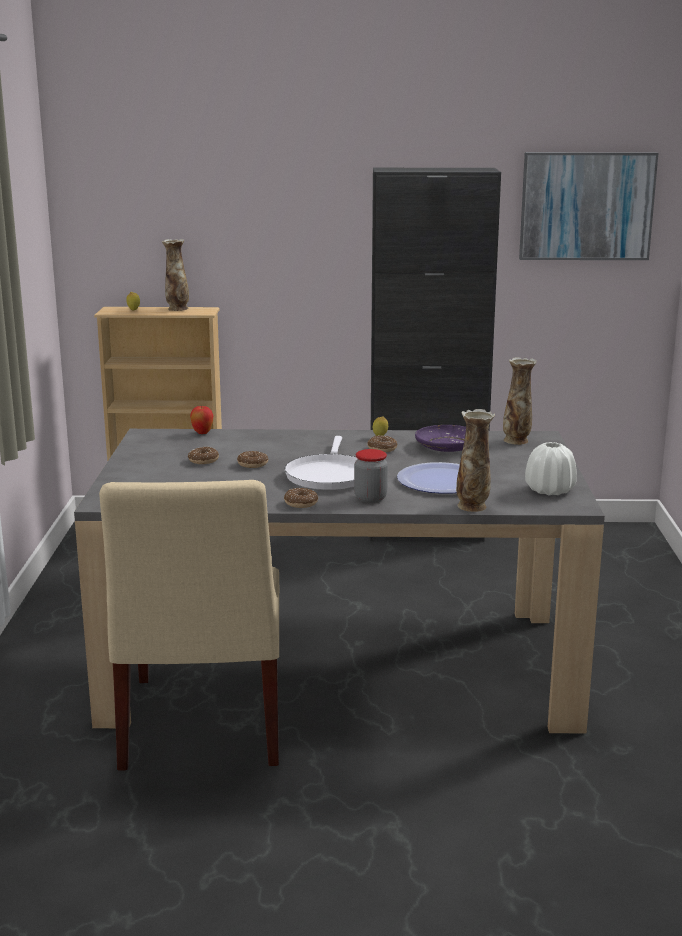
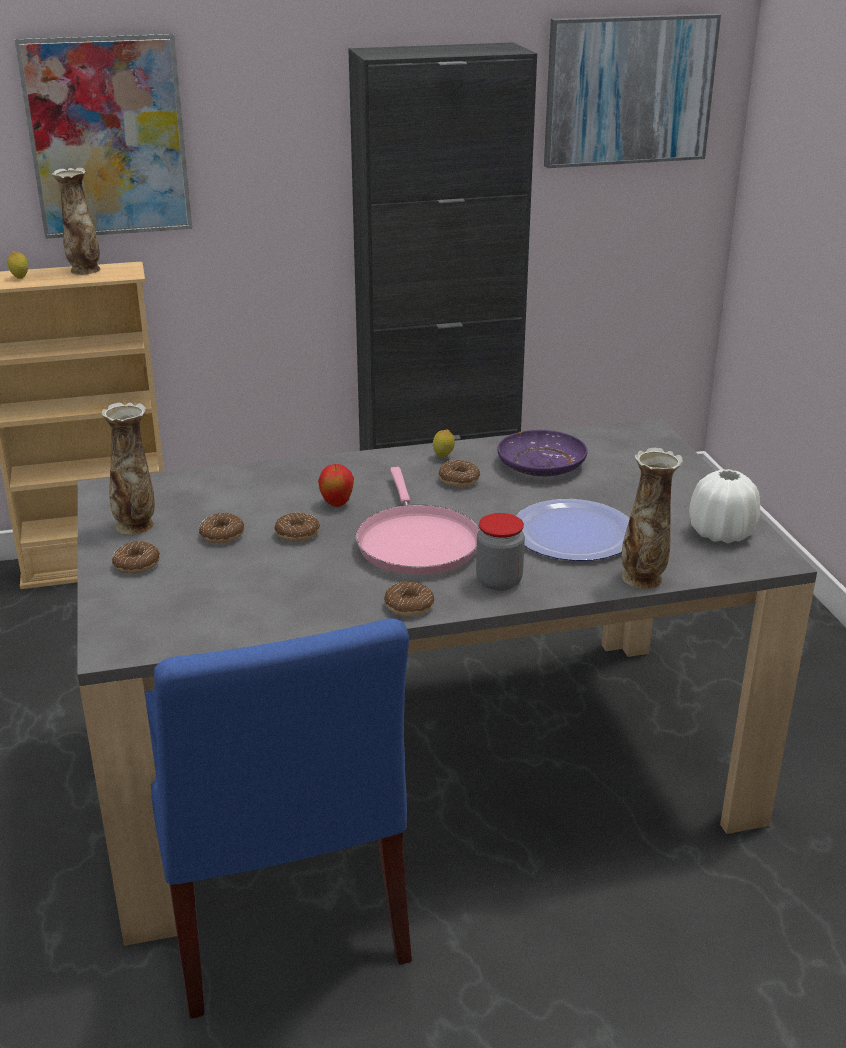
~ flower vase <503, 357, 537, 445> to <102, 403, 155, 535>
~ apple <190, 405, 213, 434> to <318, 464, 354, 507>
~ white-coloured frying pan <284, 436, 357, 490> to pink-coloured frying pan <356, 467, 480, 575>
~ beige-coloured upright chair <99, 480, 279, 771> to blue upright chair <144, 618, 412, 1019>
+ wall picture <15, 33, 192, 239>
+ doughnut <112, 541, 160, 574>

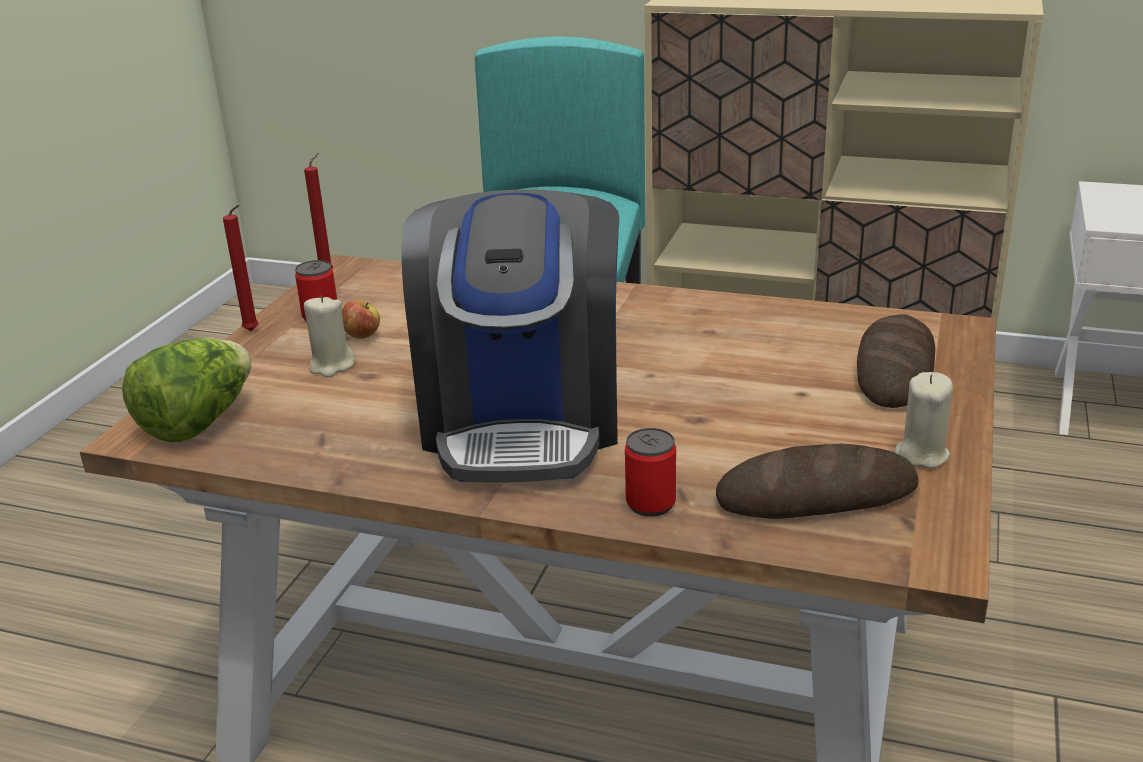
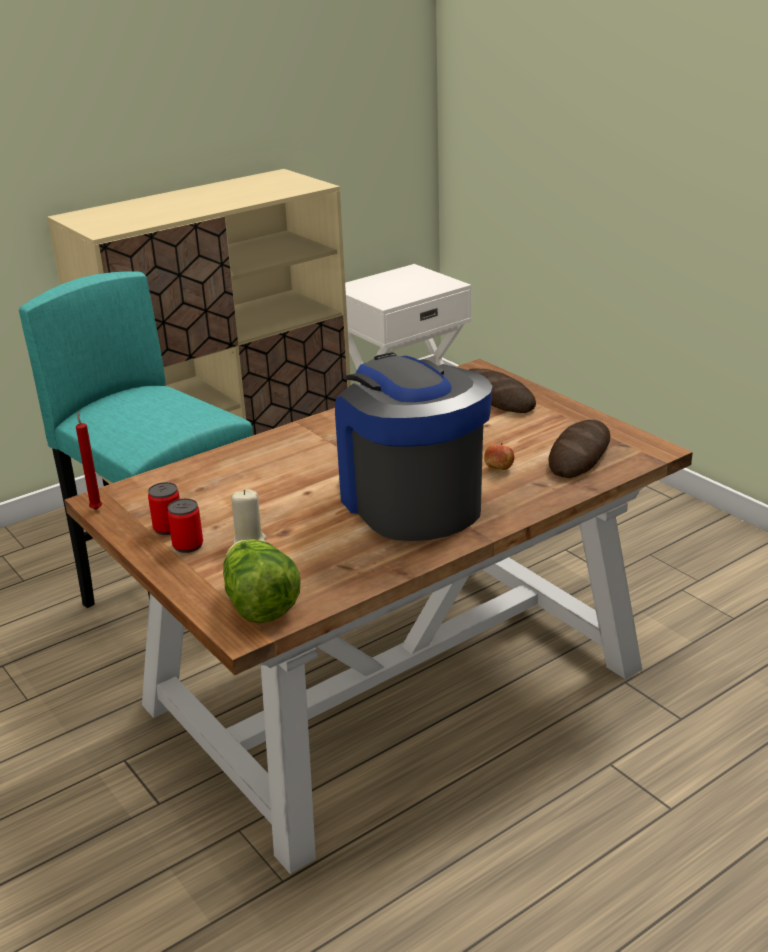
~ coffee brewer <401, 189, 619, 483> = <335, 353, 493, 541> 150 degrees counterclockwise
- red candle <223, 205, 259, 331>
~ apple <342, 300, 380, 339> to <484, 443, 514, 470>
- beige-coloured candle <895, 372, 953, 468>
~ sealed can <625, 428, 676, 517> to <167, 498, 203, 553>

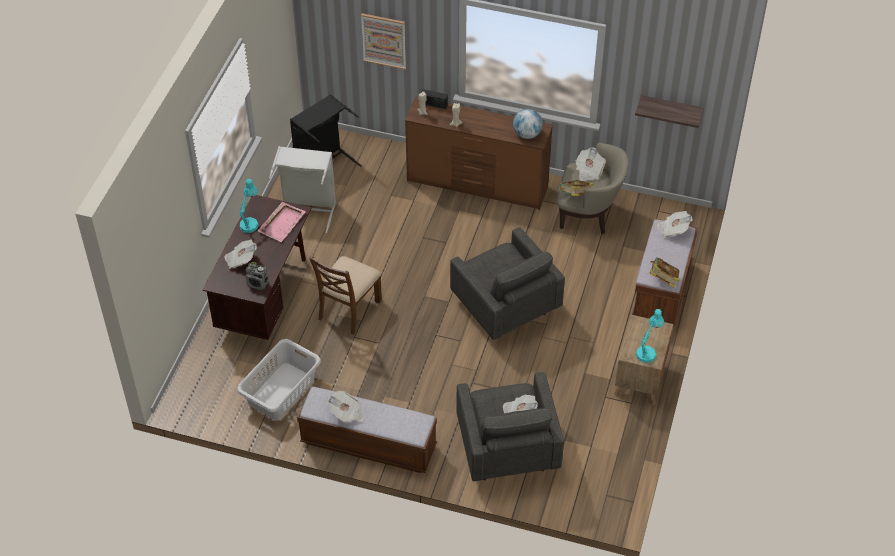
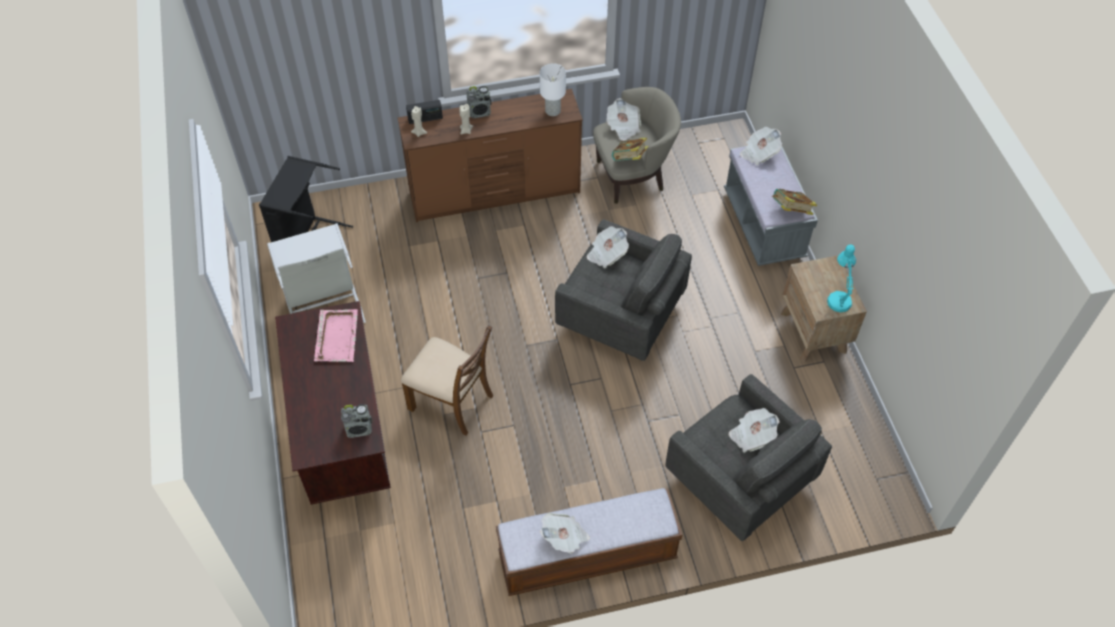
- wall picture <361, 13, 406, 70>
- wall shelf <635, 95, 704, 128>
~ globe <513, 109, 543, 139> to white-coloured lamp for a table <540, 63, 566, 116>
- turquoise lamp for a table <240, 179, 259, 233>
~ brown-coloured long seat <632, 219, 698, 326> to gray long seat <724, 146, 818, 266>
~ newspaper <224, 240, 257, 269> to <587, 226, 629, 268>
~ brown-coloured upright chair <309, 256, 382, 335> = <401, 325, 493, 436> 60 degrees counterclockwise
- gray laundry basket <237, 339, 321, 420>
+ radio set <466, 86, 492, 118>

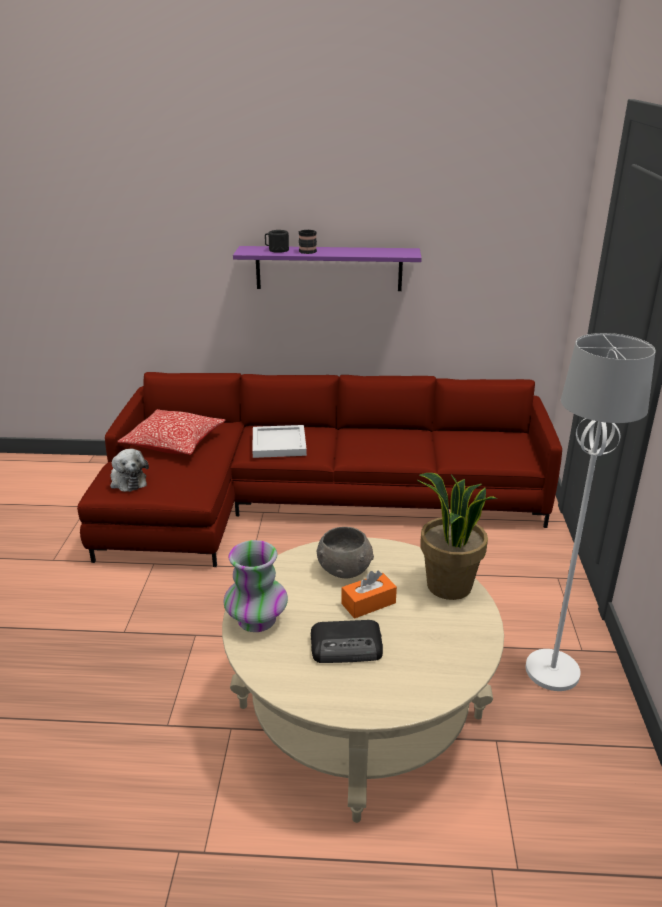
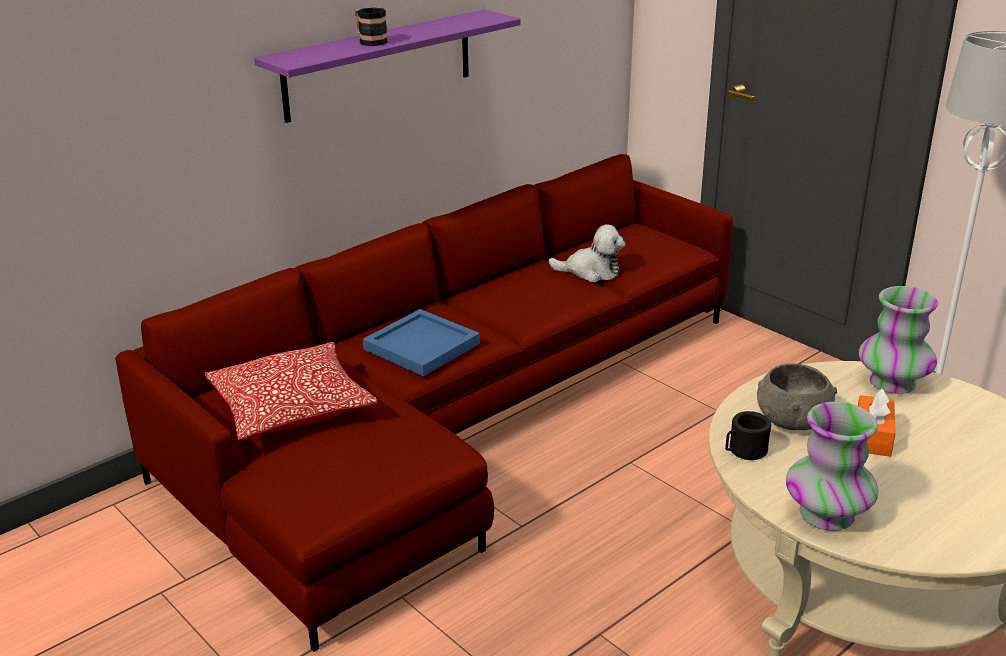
~ black-coloured coffee mug <265, 230, 289, 253> to <725, 411, 771, 460>
~ white-coloured tray <252, 425, 307, 458> to blue tray <363, 309, 480, 376>
~ plush toy <110, 449, 149, 492> to <548, 224, 625, 282>
~ plant in a pot <418, 473, 498, 600> to flower vase <859, 286, 938, 394>
- radio set <310, 620, 383, 663>

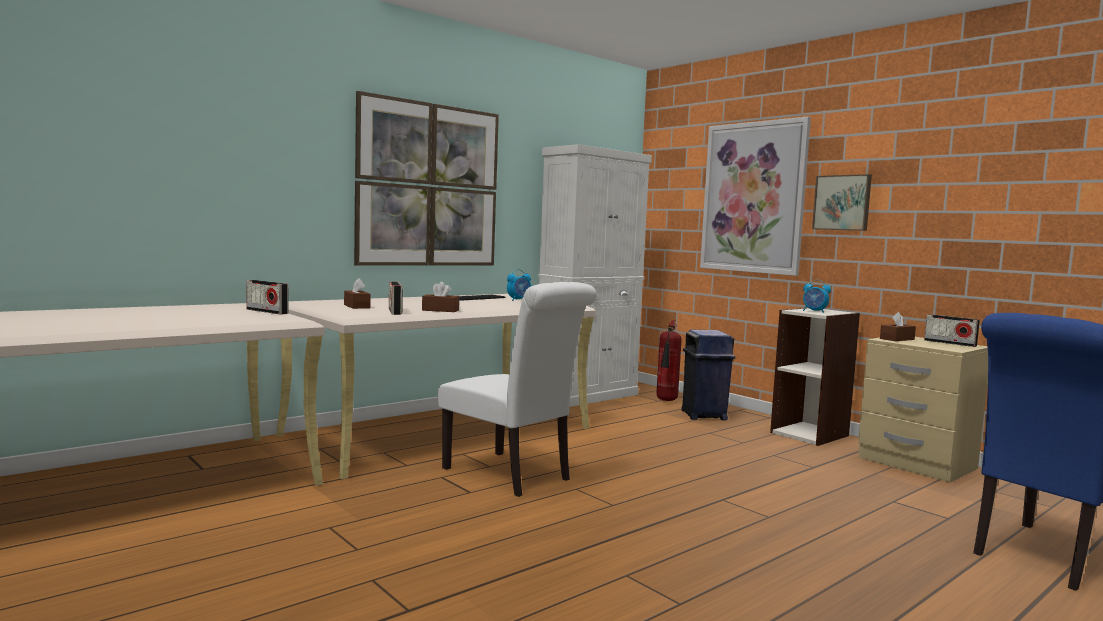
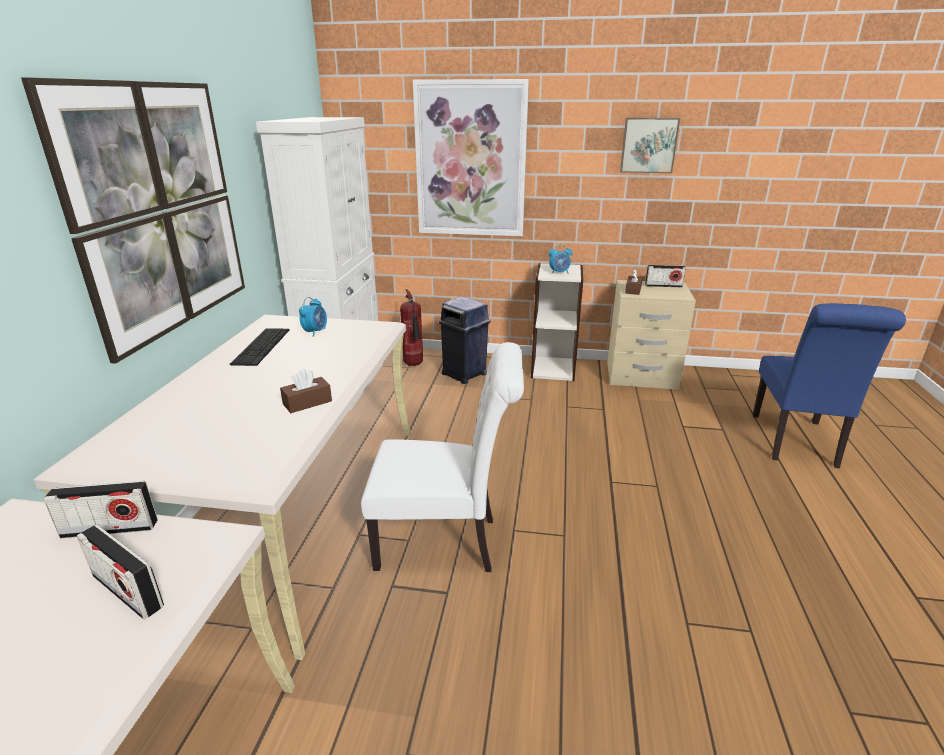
~ wall picture <812, 174, 872, 231> to <620, 118, 680, 173>
- brown-coloured box of tissues <344, 278, 371, 309>
~ radio set <389, 281, 403, 315> to <77, 525, 164, 620>

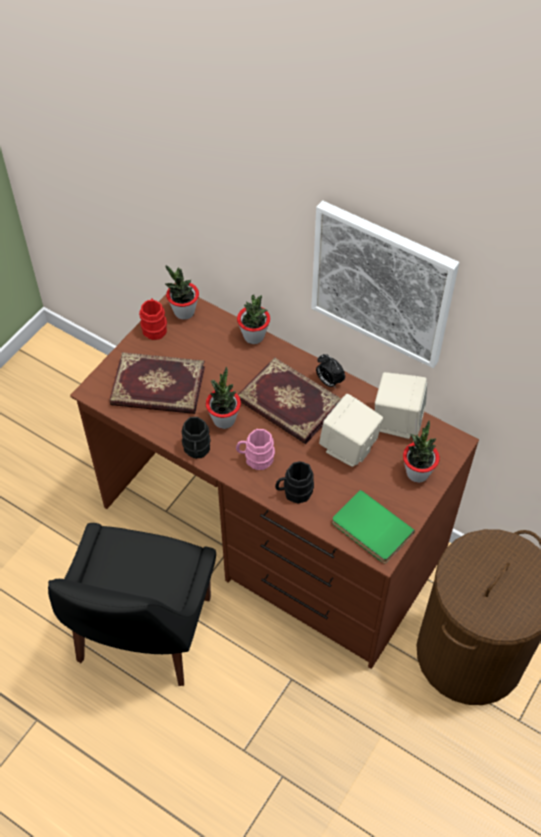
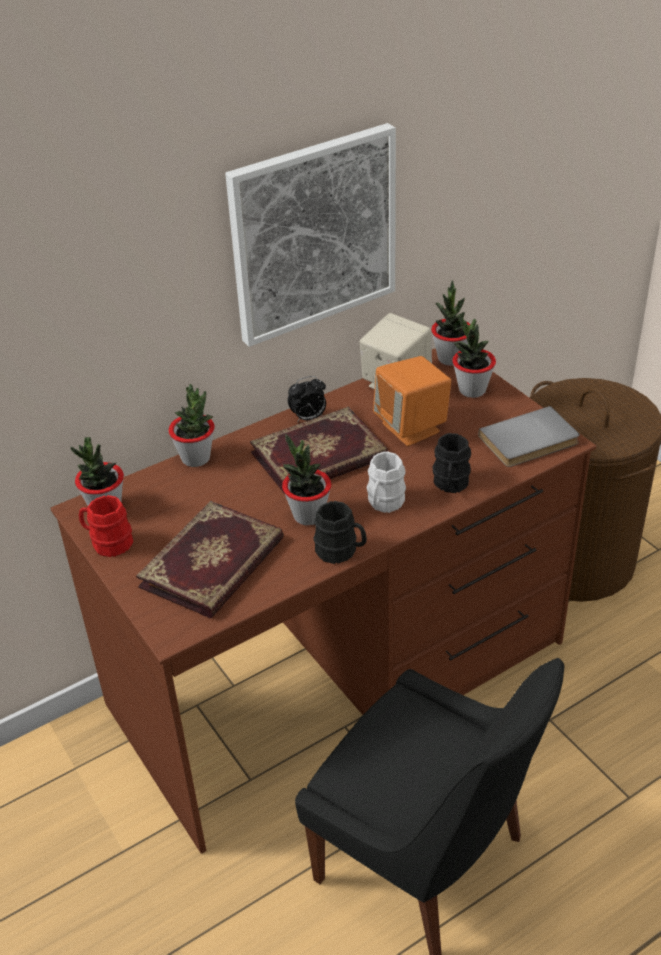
~ beige-coloured speaker <319, 394, 383, 467> to orange-coloured speaker <373, 356, 451, 446>
~ pink-coloured coffee mug <236, 429, 275, 470> to white-coloured coffee mug <367, 451, 406, 513>
~ green-coloured bound book <332, 490, 415, 563> to gray bound book <478, 406, 580, 467>
+ plant in a pot <431, 280, 470, 366>

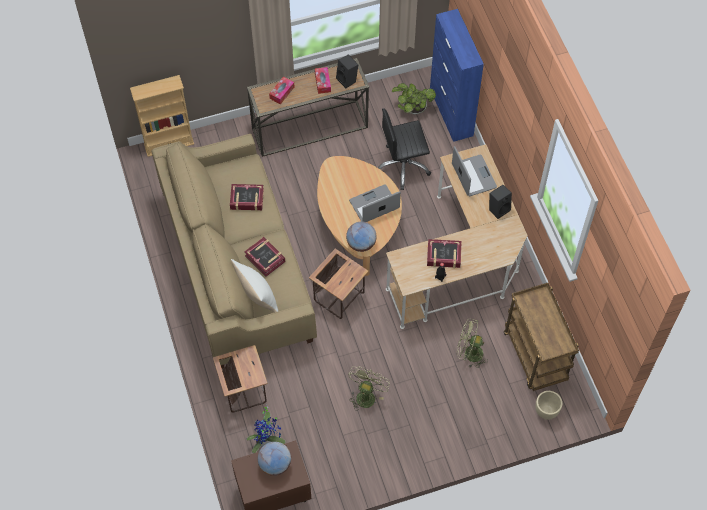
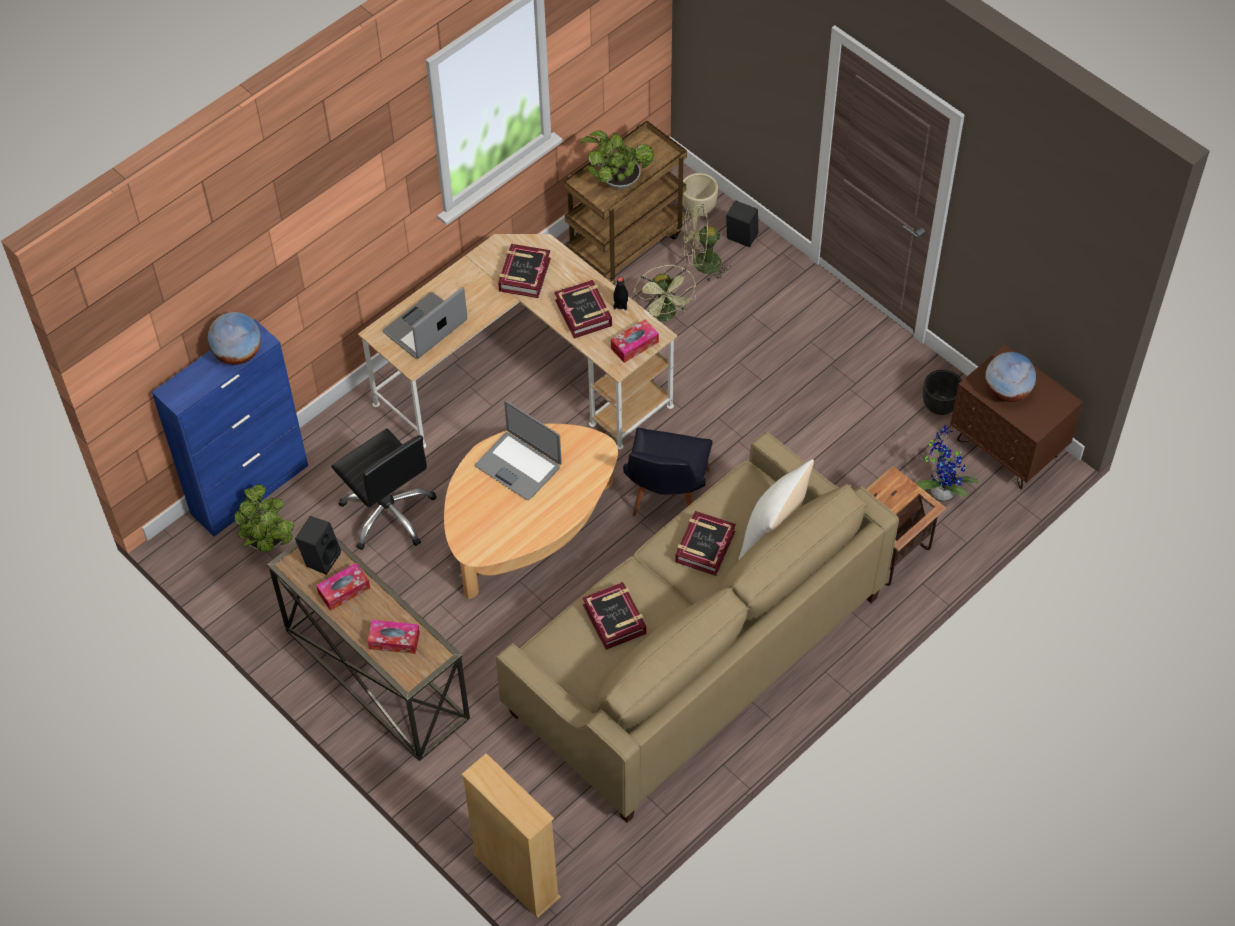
~ black-coloured speaker <489, 185, 512, 219> to <726, 200, 758, 247>
~ globe <346, 221, 377, 252> to <208, 312, 261, 365>
~ accent table <309, 248, 369, 319> to black-coloured upright chair <623, 428, 713, 516>
~ green-coloured cooling fan <348, 367, 390, 411> to <682, 204, 731, 282>
+ plant in a pot <580, 130, 654, 189>
+ bound book <498, 244, 551, 298>
+ box of tissues <611, 319, 659, 363>
+ black-coloured plant pot <923, 370, 962, 415>

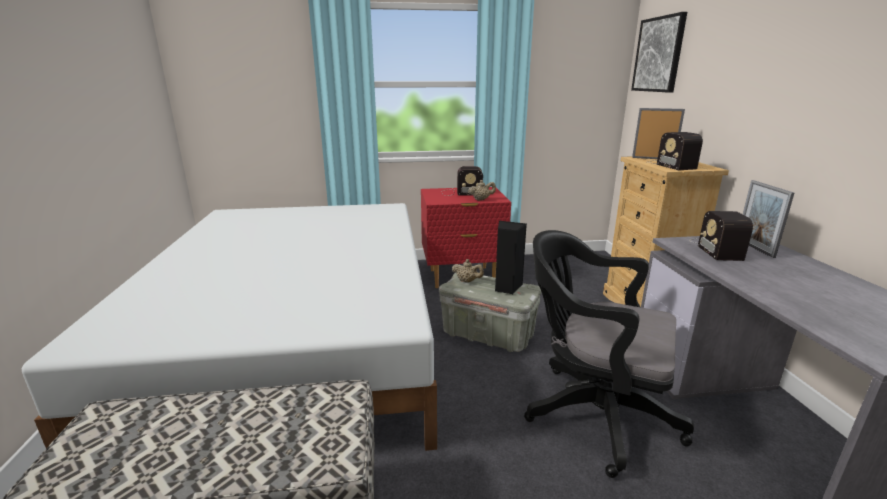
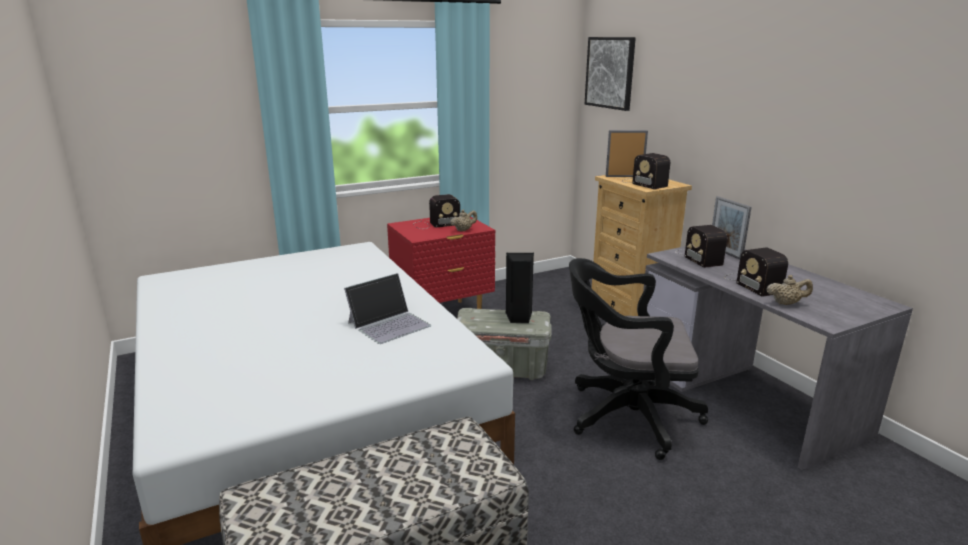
~ beige-coloured pot for tea <452, 259, 484, 282> to <766, 275, 813, 305>
+ radio set <724, 247, 788, 297>
+ laptop <344, 273, 431, 344>

